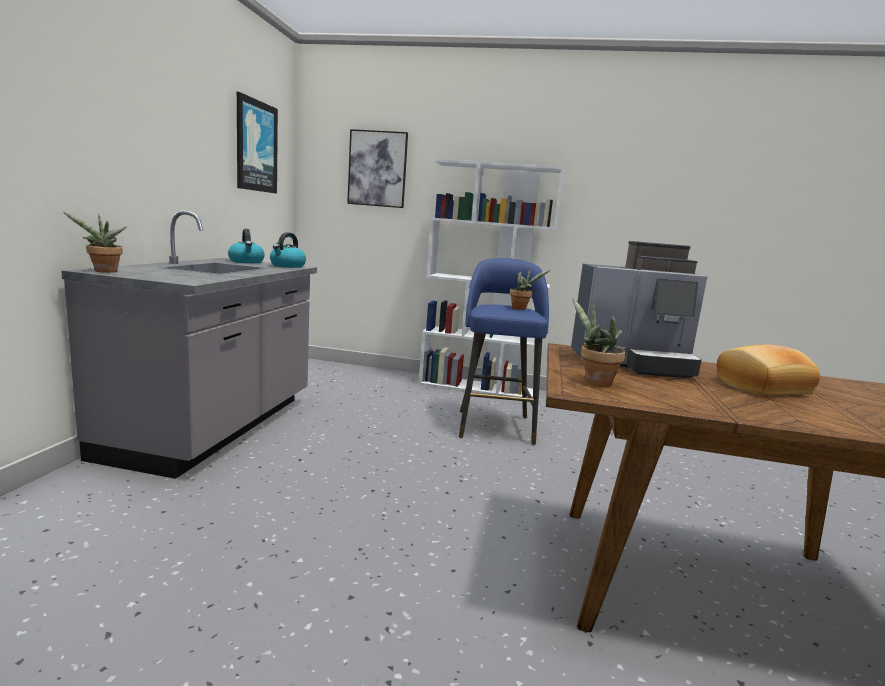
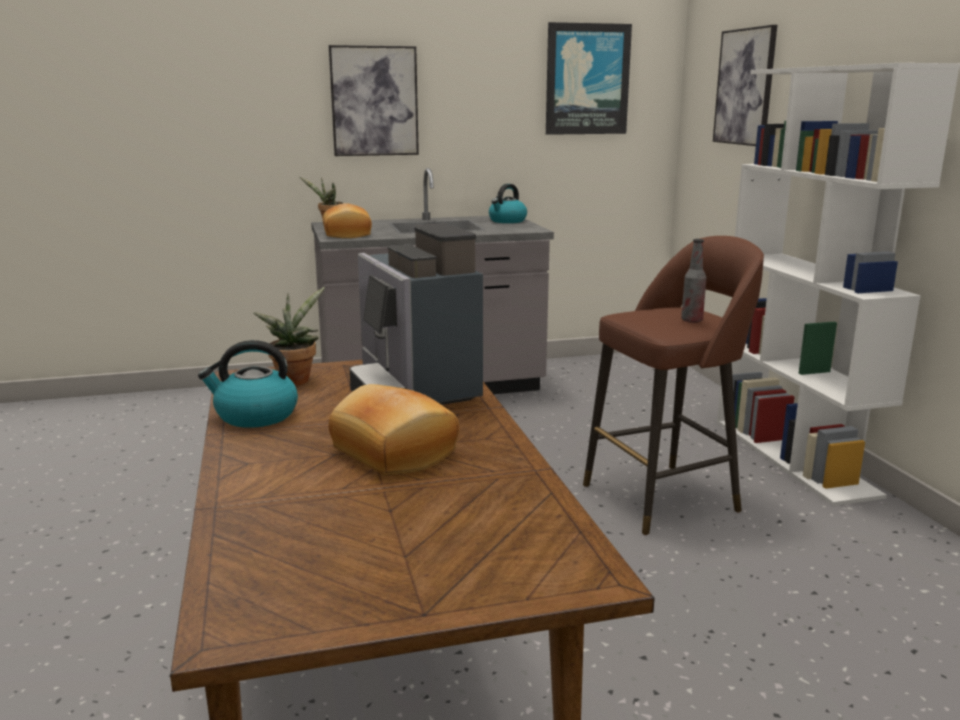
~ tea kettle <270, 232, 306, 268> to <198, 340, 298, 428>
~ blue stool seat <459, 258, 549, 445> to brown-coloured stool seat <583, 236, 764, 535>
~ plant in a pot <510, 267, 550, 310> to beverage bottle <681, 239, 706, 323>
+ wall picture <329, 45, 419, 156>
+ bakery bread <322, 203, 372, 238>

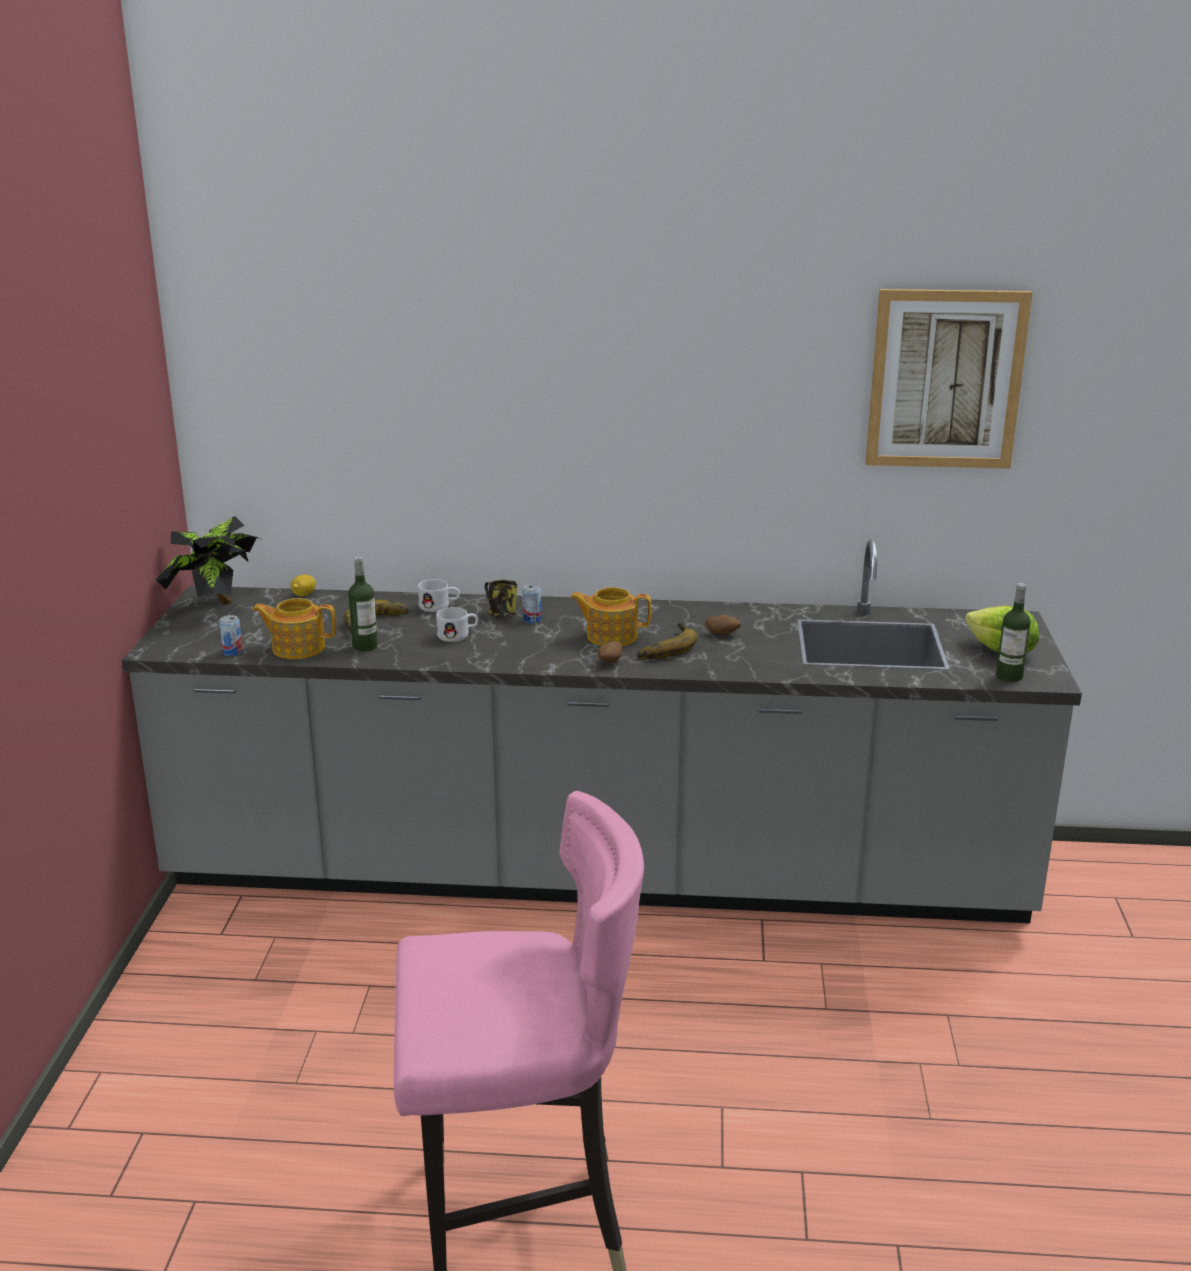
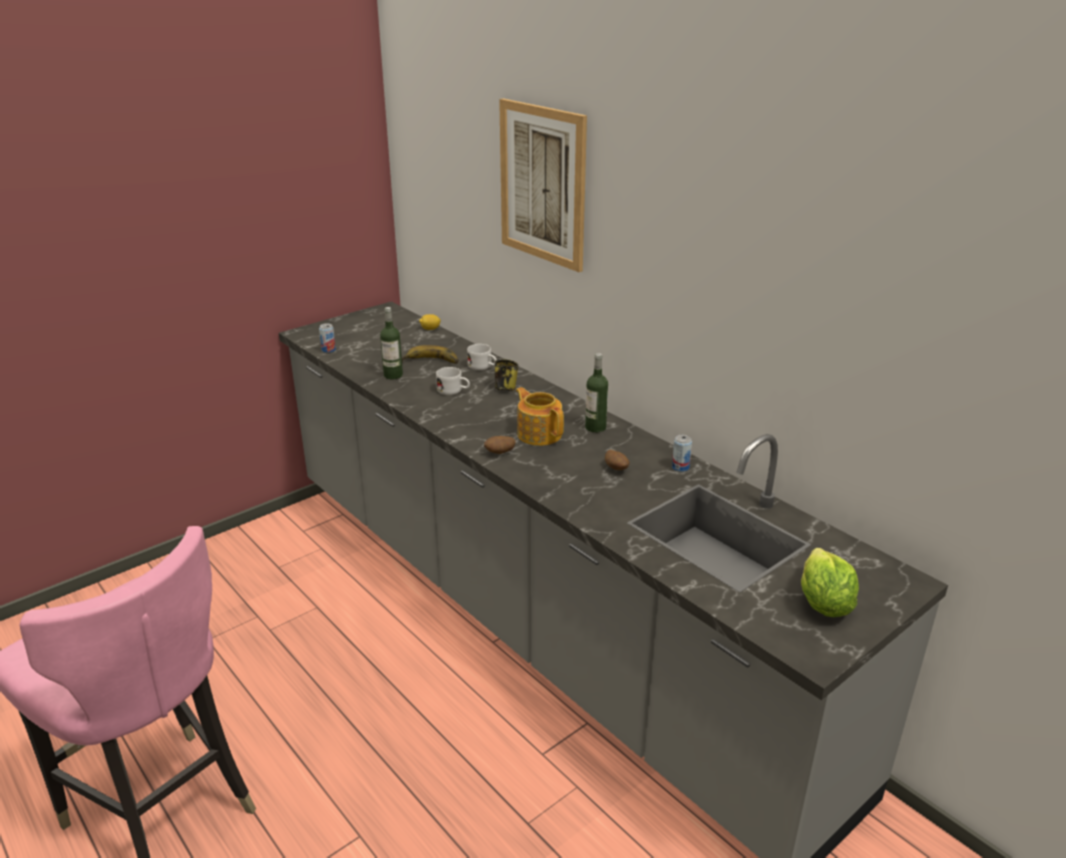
~ wall picture <865, 289, 1033, 469> to <499, 98, 587, 272>
- plant in a pot <156, 516, 263, 604>
~ beverage bottle <996, 583, 1031, 682> to <585, 353, 608, 433>
~ sealed can <522, 584, 541, 624> to <672, 435, 692, 472>
- pot for tea <252, 598, 336, 659>
- banana fruit <637, 622, 698, 659>

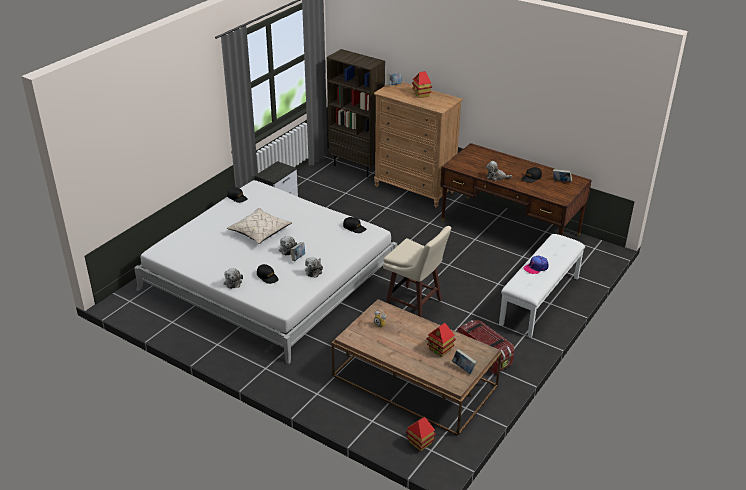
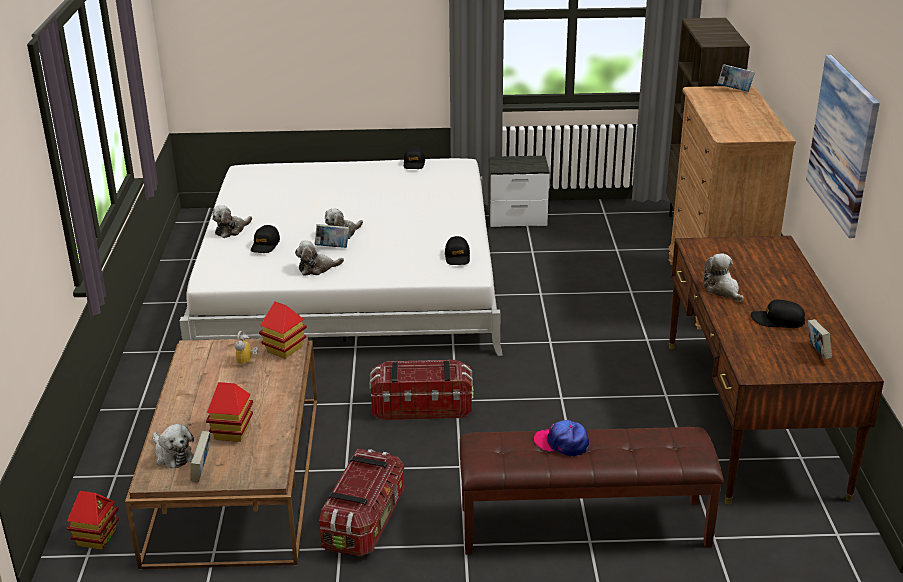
~ toy house <412, 71, 432, 98> to <259, 301, 307, 359>
- beige-coloured cushion <227, 208, 292, 244>
~ beige-coloured stool seat <383, 226, 451, 317> to storage container <369, 360, 474, 420>
~ white-coloured long seat <499, 234, 585, 337> to brown-coloured long seat <460, 427, 724, 555>
+ wall picture <806, 55, 880, 238>
+ plush toy <153, 424, 194, 468>

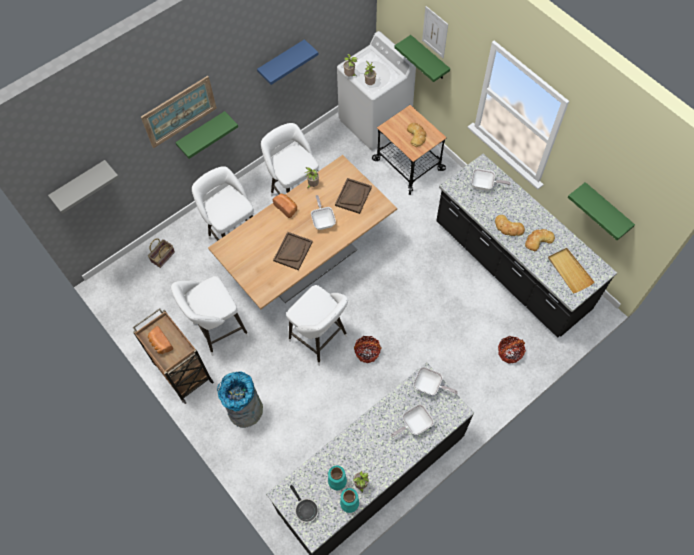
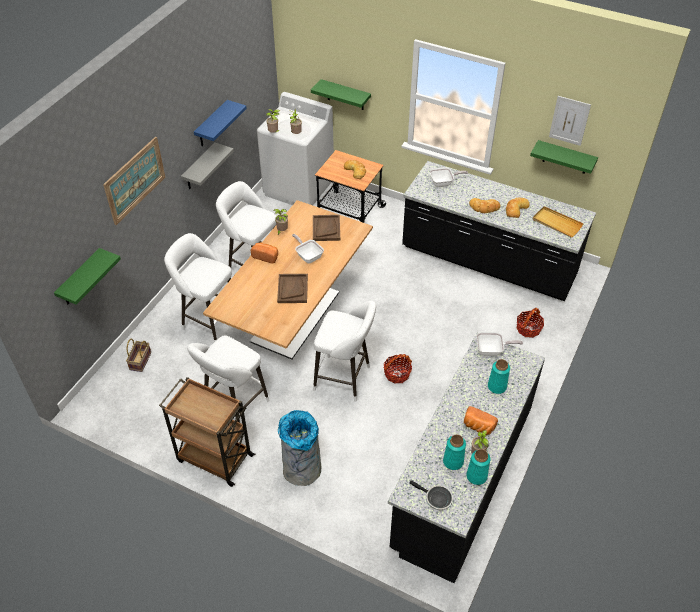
~ wall picture <422, 6, 448, 58> to <549, 96, 591, 146>
~ green-coloured wall shelf <175, 111, 238, 159> to <54, 248, 121, 305>
~ gray wall shelf <48, 160, 119, 213> to <181, 142, 234, 189>
~ bakery bread <148, 326, 173, 354> to <464, 406, 498, 435>
~ frying pan <391, 404, 434, 437> to turquoise flower vase <488, 359, 510, 394>

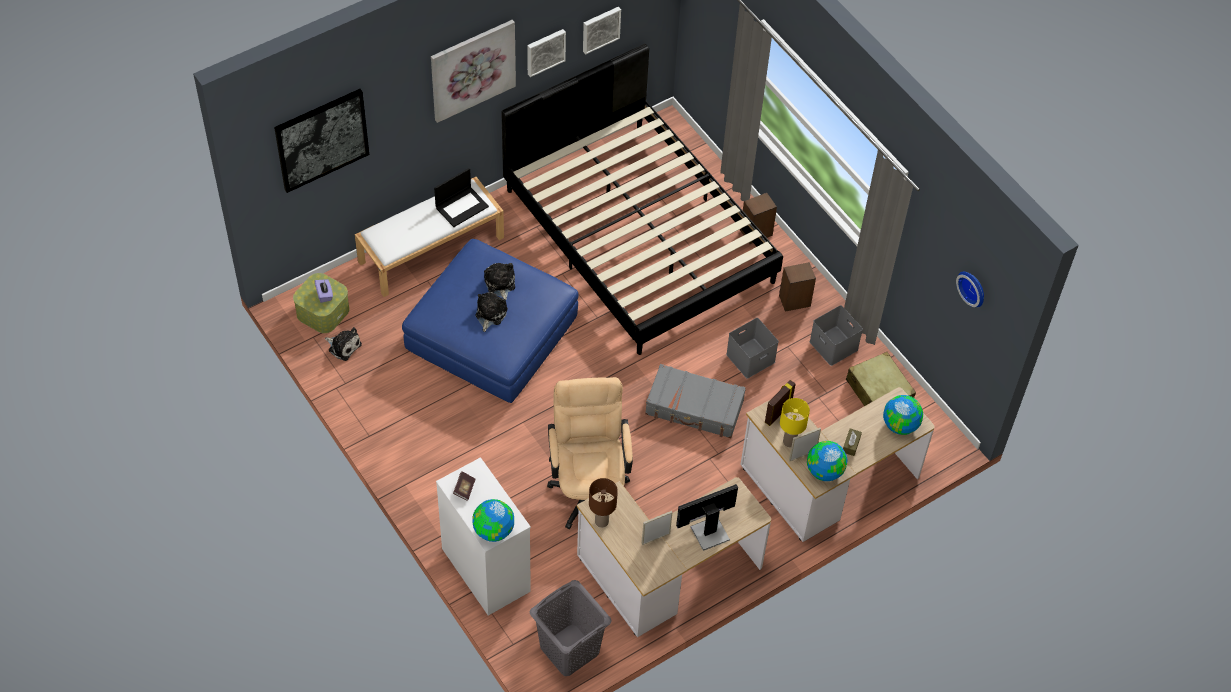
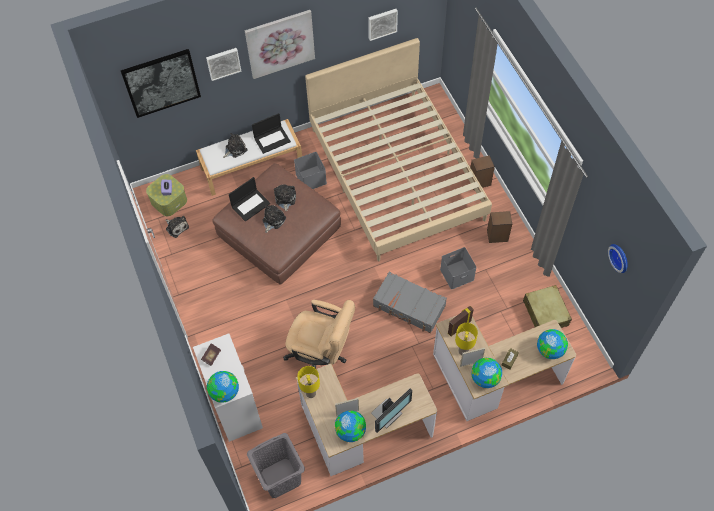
~ wall picture <527, 29, 566, 77> to <206, 48, 241, 81>
~ black-coloured sleeping bed <501, 44, 783, 355> to beige-coloured sleeping bed <305, 38, 492, 261>
~ blue pouffe <402, 239, 579, 403> to brown-coloured pouffe <213, 163, 341, 285>
~ gray storage container <809, 305, 863, 366> to <294, 152, 327, 189>
~ beige-coloured computer chair <547, 377, 633, 529> = <283, 300, 355, 368> 105 degrees clockwise
~ brown-coloured lamp for a table <589, 478, 618, 528> to yellow-coloured lamp for a table <297, 366, 320, 398>
~ computer display <676, 484, 738, 551> = <371, 388, 412, 433> 150 degrees clockwise
+ plush toy <223, 133, 248, 158>
+ laptop <229, 177, 270, 222>
+ globe <335, 410, 366, 442>

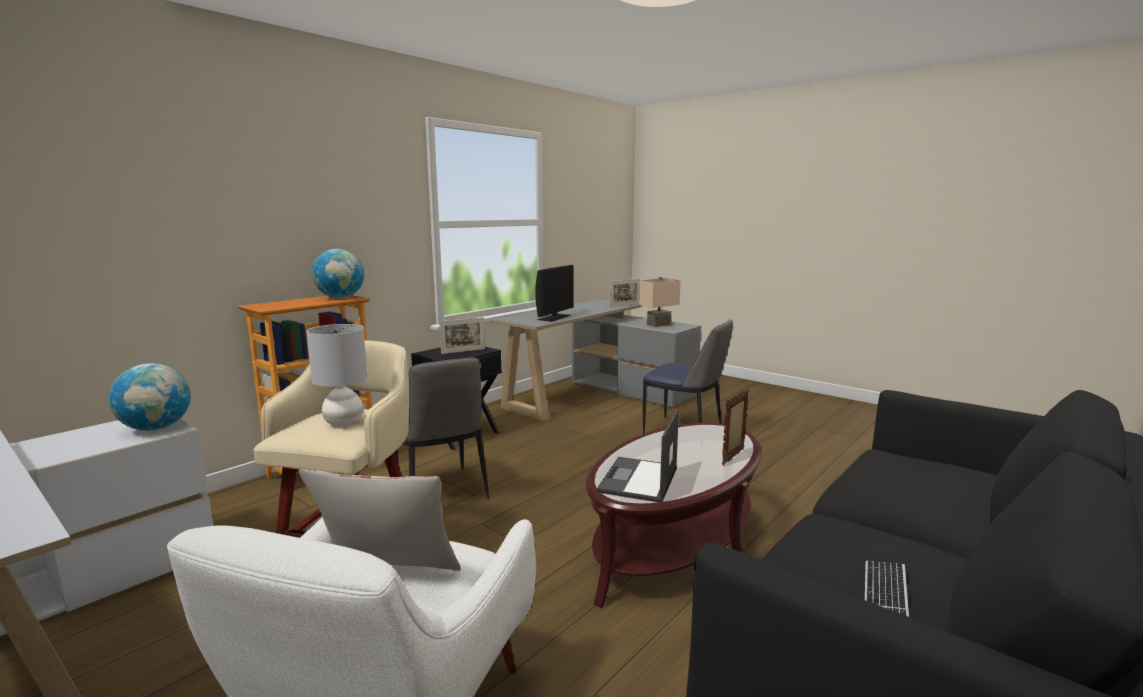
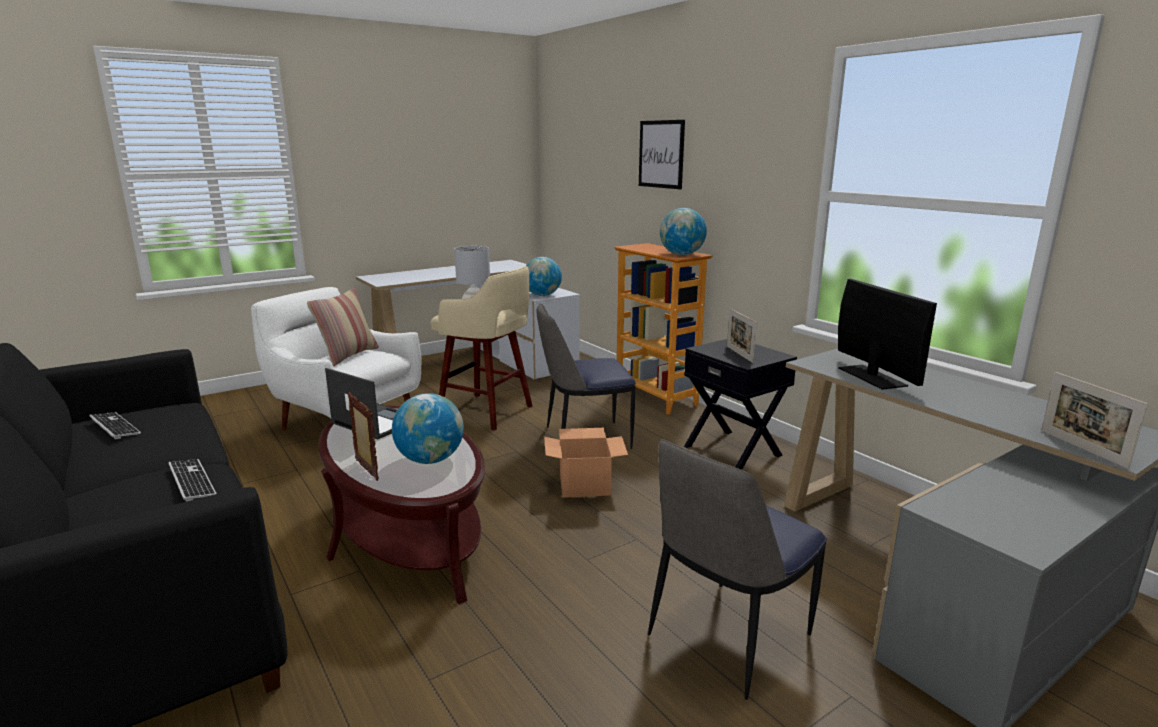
~ computer display <535, 265, 574, 322> = <838, 279, 937, 390> 150 degrees counterclockwise
- beige-coloured lamp for a table <639, 277, 681, 327>
+ wall picture <639, 120, 685, 189>
+ globe <392, 393, 464, 464>
+ packing box <544, 428, 628, 497>
+ keyboard <168, 459, 217, 502>

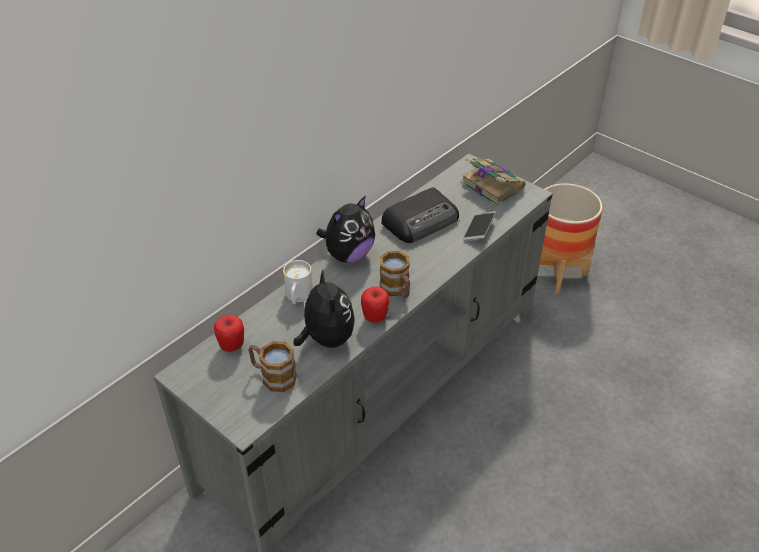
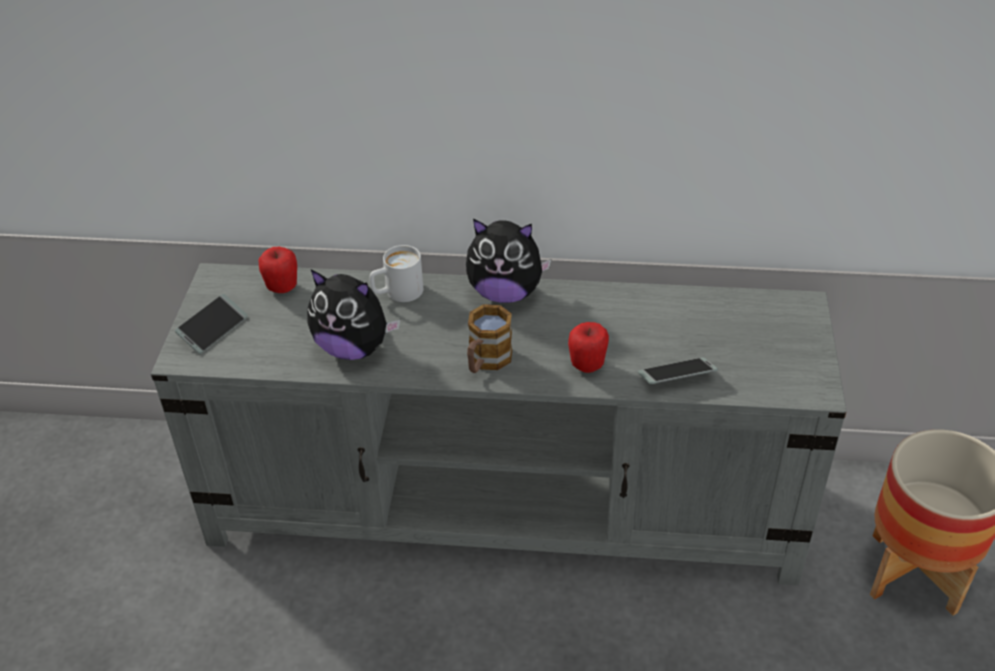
- bound book <460, 158, 525, 205>
- radio set <381, 188, 459, 243>
~ plush toy <293, 270, 355, 348> = <307, 270, 400, 360> 75 degrees clockwise
~ apple <361, 286, 389, 323> to <568, 322, 609, 373>
- coffee mug <248, 341, 297, 392>
+ phone <175, 294, 248, 354>

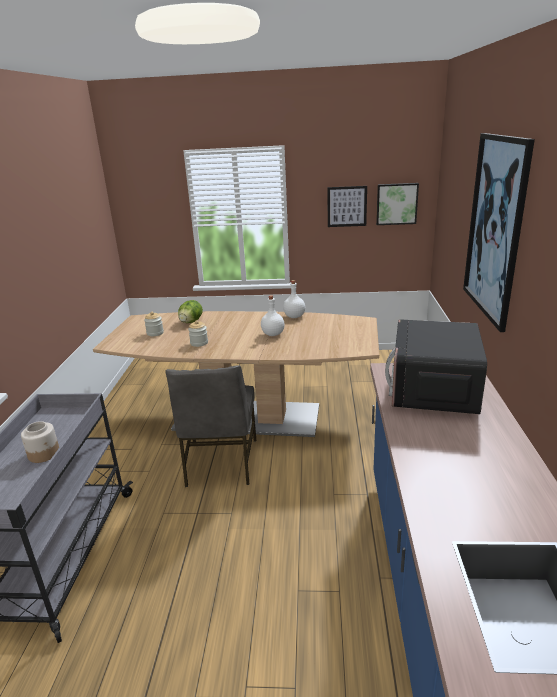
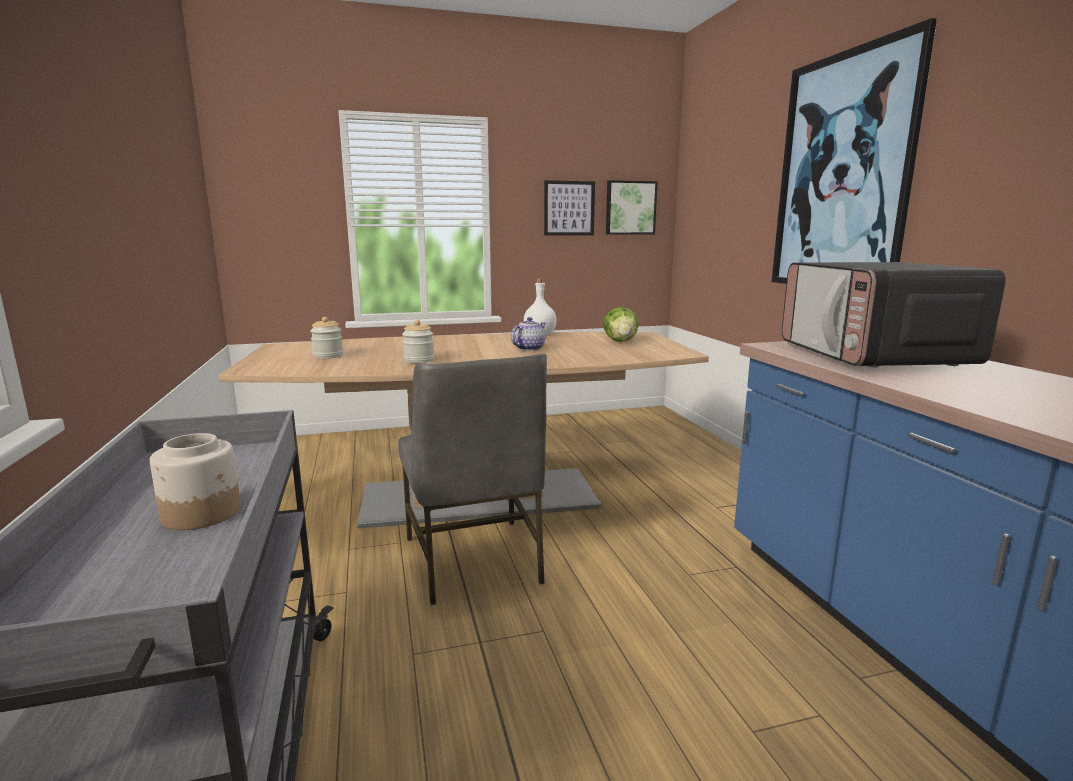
~ white-coloured beverage bottle <261, 295, 285, 336> to pot for tea <511, 317, 546, 351>
~ head of lettuce <178, 300, 203, 323> to <603, 307, 639, 342>

